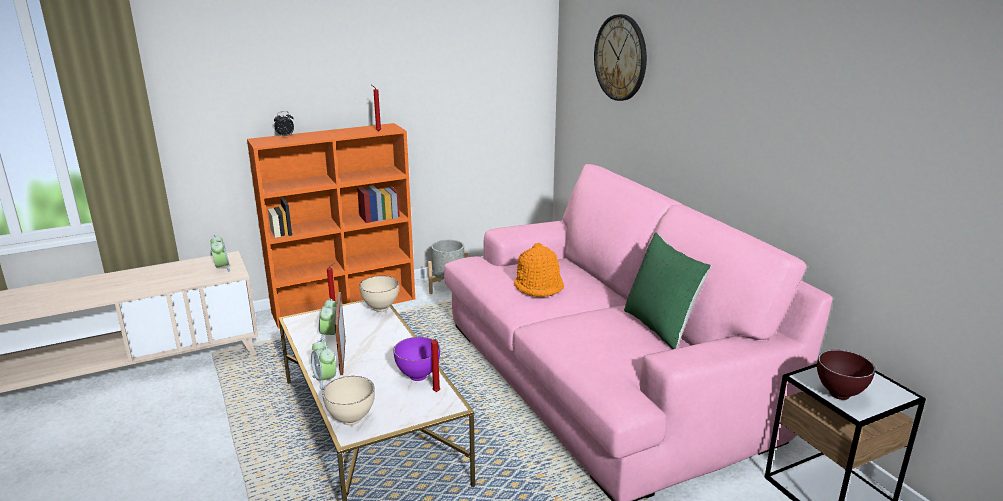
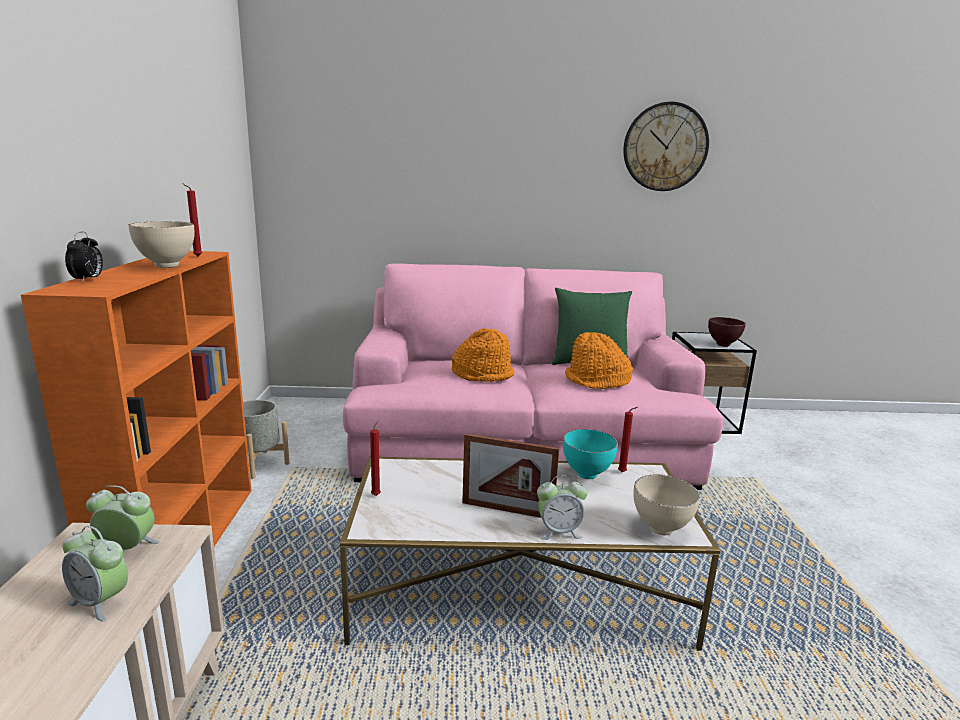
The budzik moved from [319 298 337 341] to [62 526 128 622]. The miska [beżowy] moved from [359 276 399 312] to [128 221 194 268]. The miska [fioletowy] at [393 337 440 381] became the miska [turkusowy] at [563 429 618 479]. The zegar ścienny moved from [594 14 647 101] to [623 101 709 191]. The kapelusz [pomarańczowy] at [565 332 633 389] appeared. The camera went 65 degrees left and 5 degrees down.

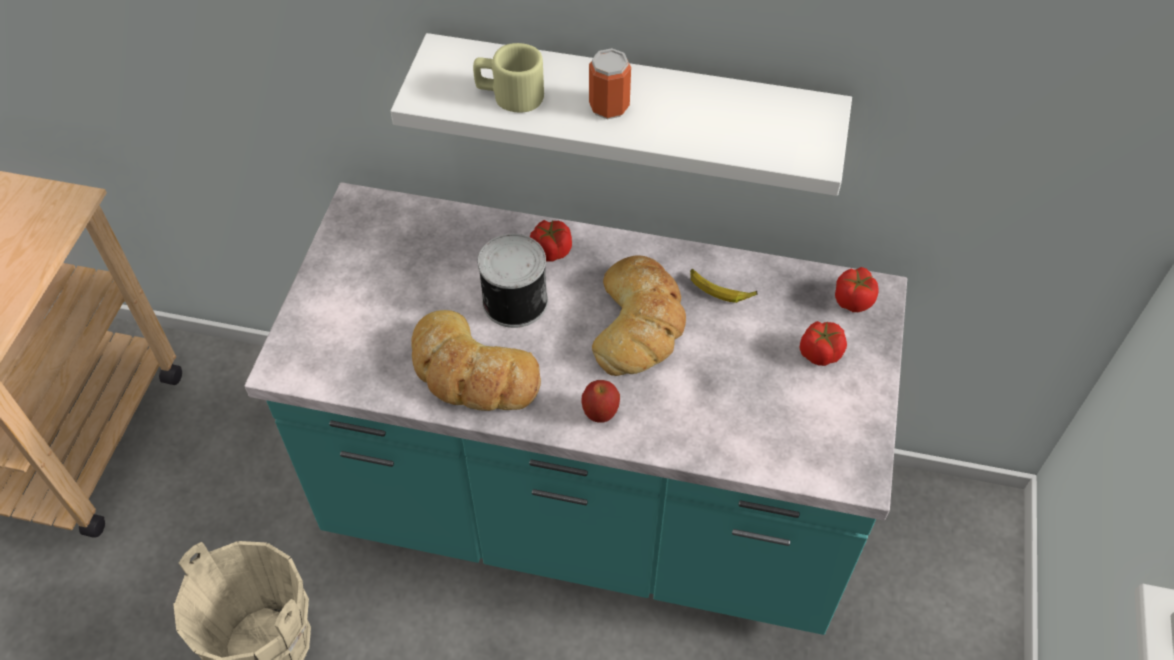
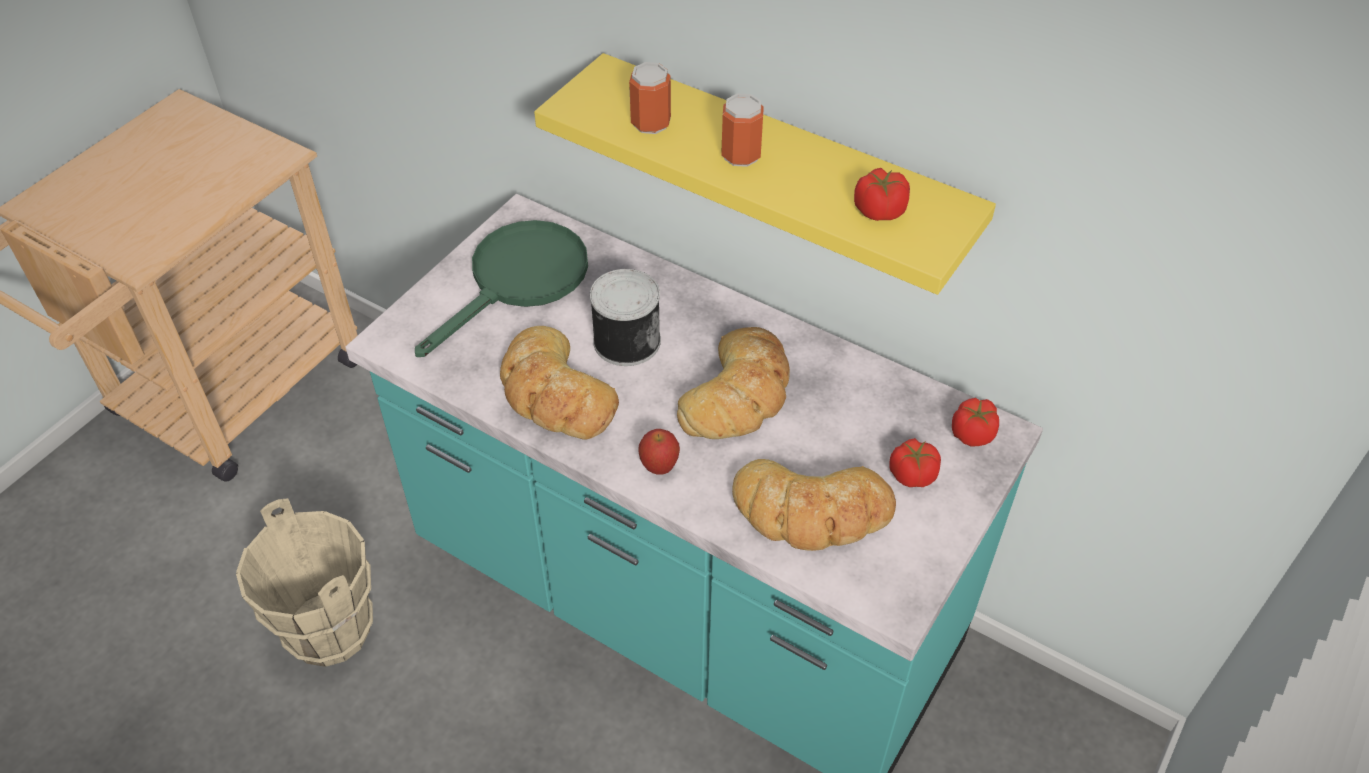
The półka [biały] at [391 33 852 196] became the półka [żółty] at [534 53 996 295]. The kubek [beżowy] at [473 43 544 113] was replaced by the puszka at [629 62 671 134]. The pomidor moved from [530 220 572 262] to [854 168 910 221]. The banan at [690 269 757 303] disappeared. The patelnia [zielony] at [415 220 588 357] appeared. The chleb at [732 459 896 551] appeared. The camera went 20 degrees right and 5 degrees down.

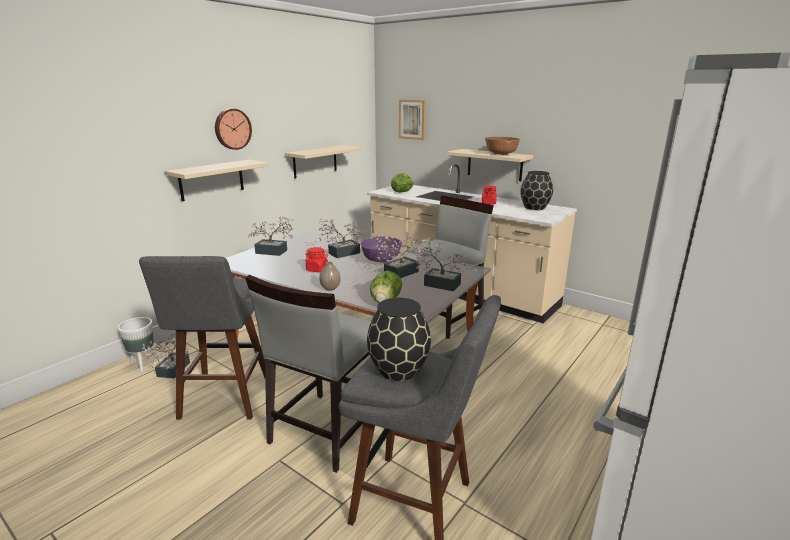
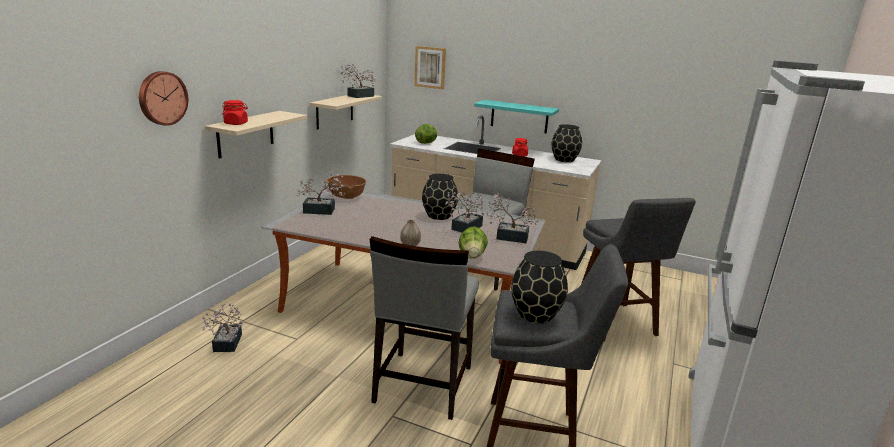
The donica [biały] at [117 317 159 372] disappeared. The stołek [szary] moved from [139 256 265 420] to [581 198 696 341]. The zegar ścienny moved from [215 109 252 150] to [139 71 188 126]. The słoik [czerwony] moved from [305 247 328 272] to [223 100 248 125]. The roślina doniczkowa moved from [319 218 363 258] to [340 64 375 98]. The miska [fioletowy] at [361 236 402 263] was replaced by the wazon [czarny] at [422 174 458 220]. The półka [beżowy] at [447 149 534 181] became the półka [turkusowy] at [474 100 559 133]. The miska [brązowy] moved from [485 137 520 155] to [327 175 366 199]. The camera went 15 degrees left and 0 degrees up.

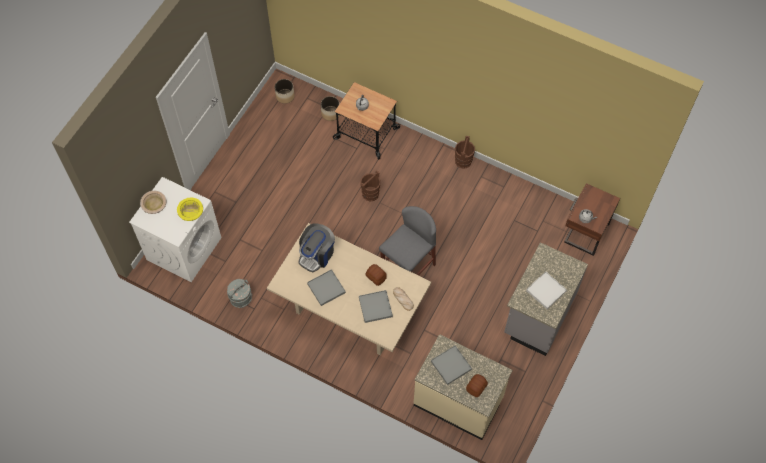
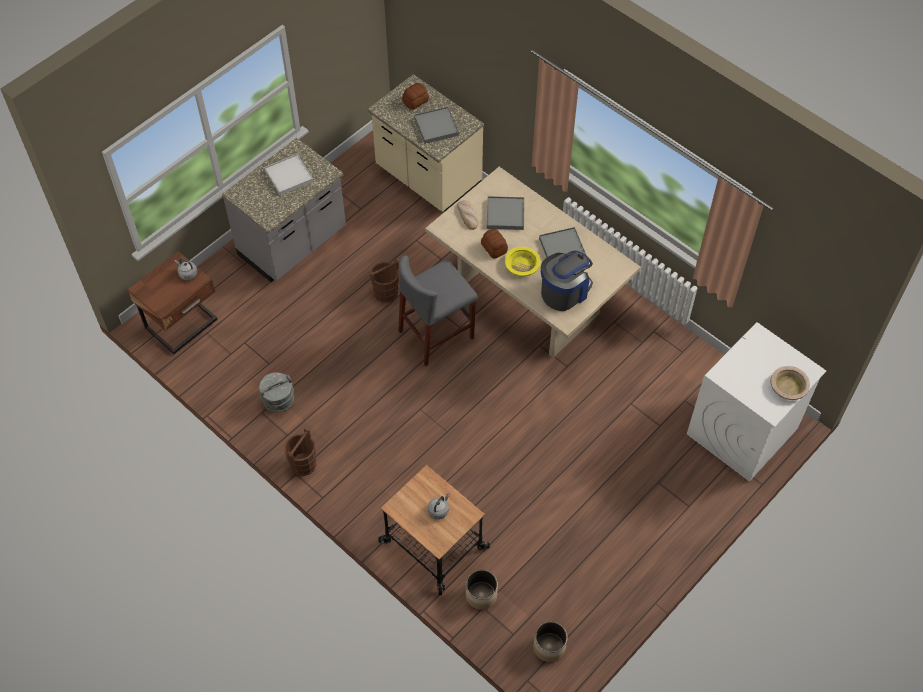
The miska [żółty] moved from [177 197 203 221] to [505 247 541 277]. The wiadro [szary] moved from [227 279 252 308] to [259 372 294 412]. The wiadro [brązowy] moved from [360 170 381 201] to [369 259 399 303]. The camera went 165 degrees left and 5 degrees down.

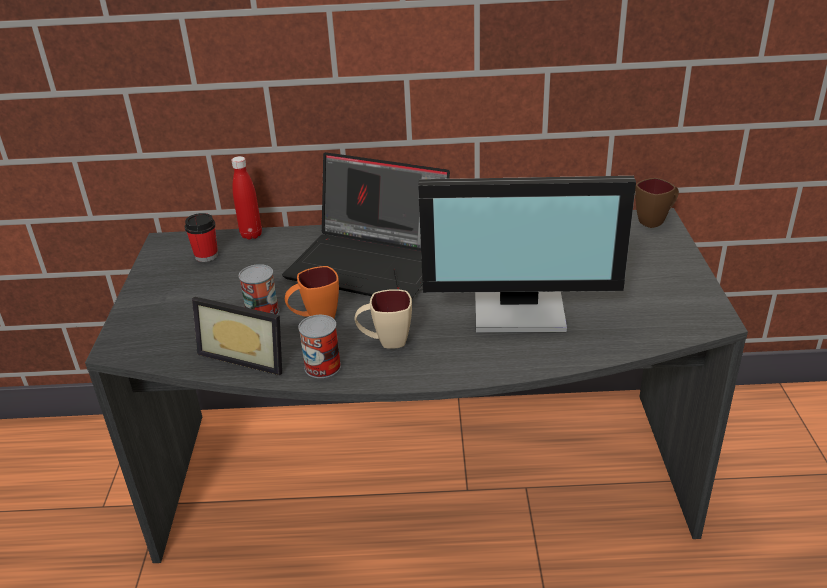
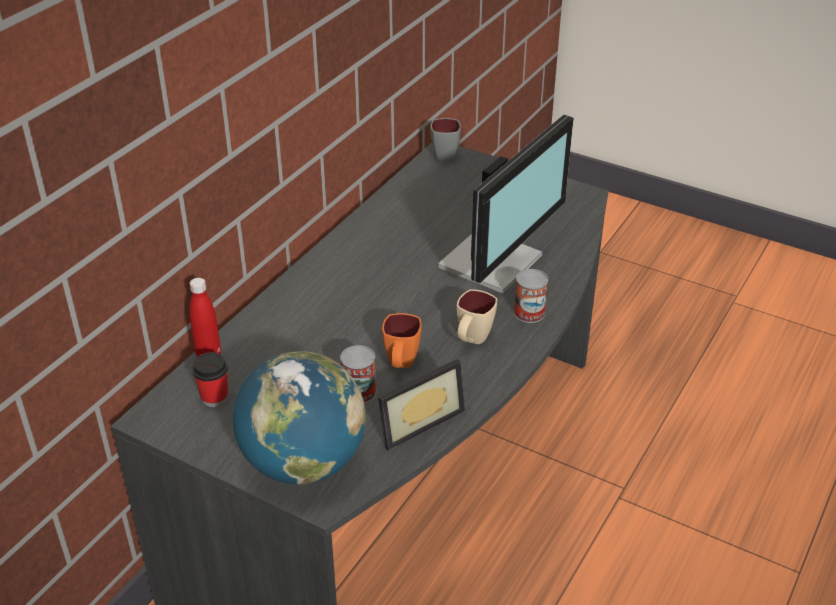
The laptop at [282 152 450 298] disappeared. The puszka moved from [298 315 341 378] to [514 269 548 323]. The kubek [brązowy] at [635 178 679 228] became the kubek [szary] at [430 118 461 162]. The globus at [233 351 366 485] appeared. The camera went 60 degrees left and 5 degrees up.

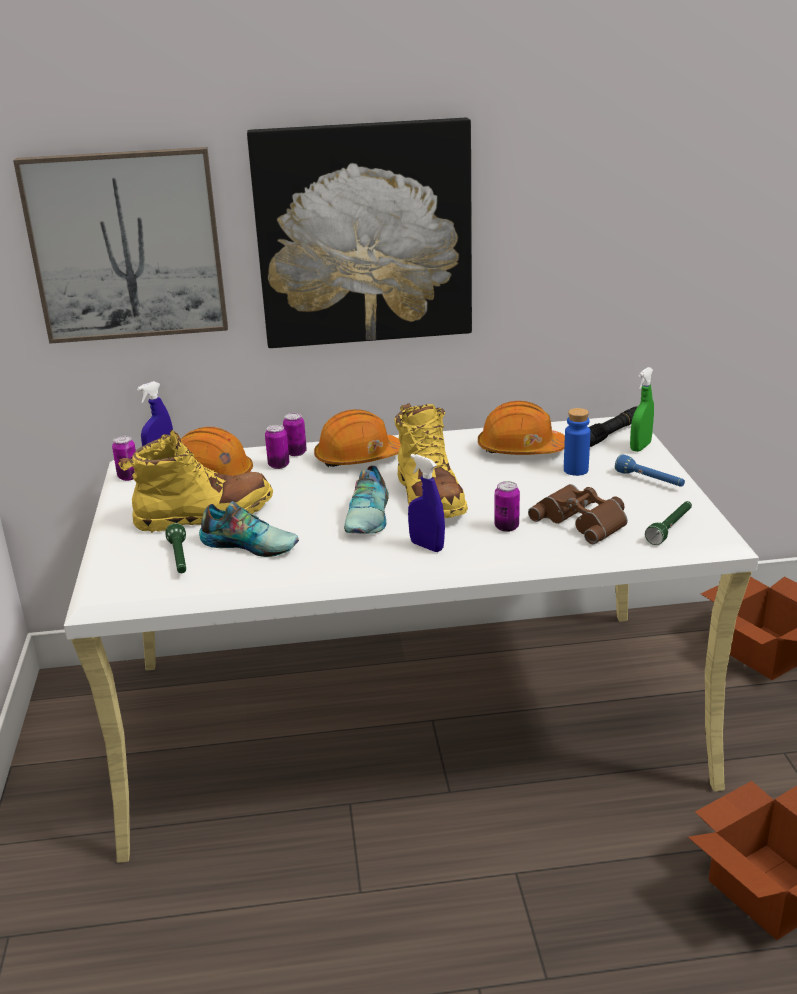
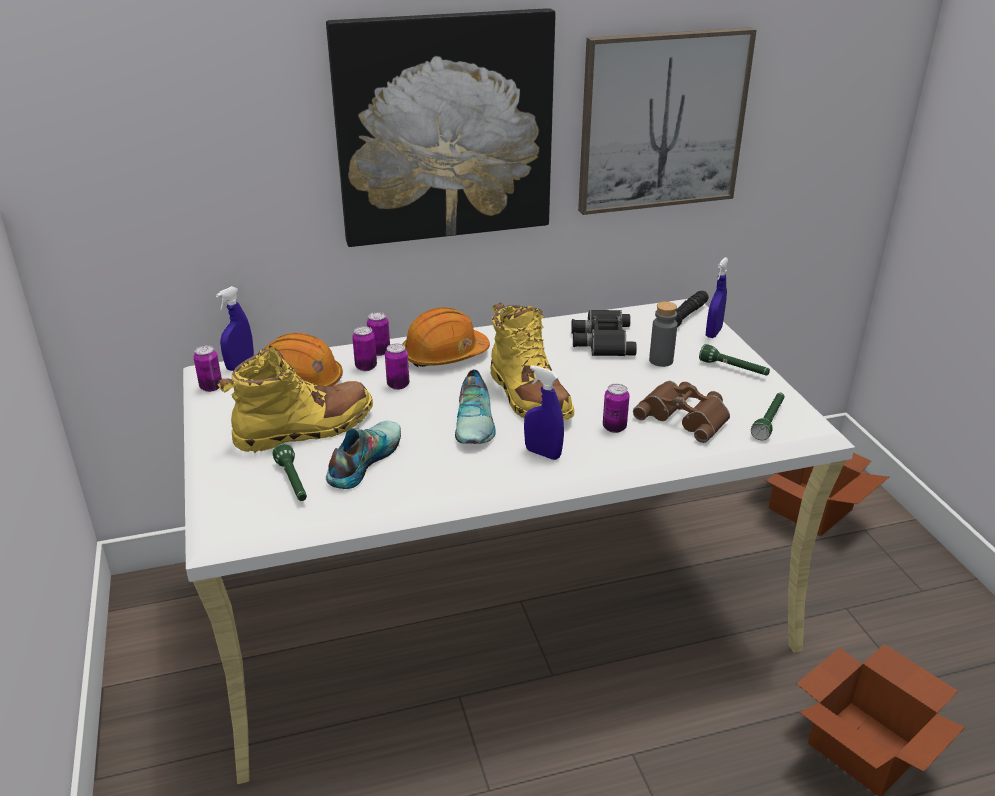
The obraz moved from [13 147 228 344] to [578 27 757 215]. The but at [199 501 299 557] turned 75 degrees counterclockwise. The kask [pomarańczowy] at [478 401 565 455] was replaced by the lornetka [czarny] at [571 310 637 356]. The butelka [niebieski] at [564 408 590 476] became the butelka [szary] at [649 301 677 367]. The latarka [niebieski] at [615 454 685 487] became the latarka [zielony] at [699 344 770 375]. The spryskiwacz [zielony] at [630 367 654 452] became the spryskiwacz [niebieski] at [706 257 729 338]. The puszka at [385 343 409 390] appeared. The camera went 10 degrees left and 5 degrees up.

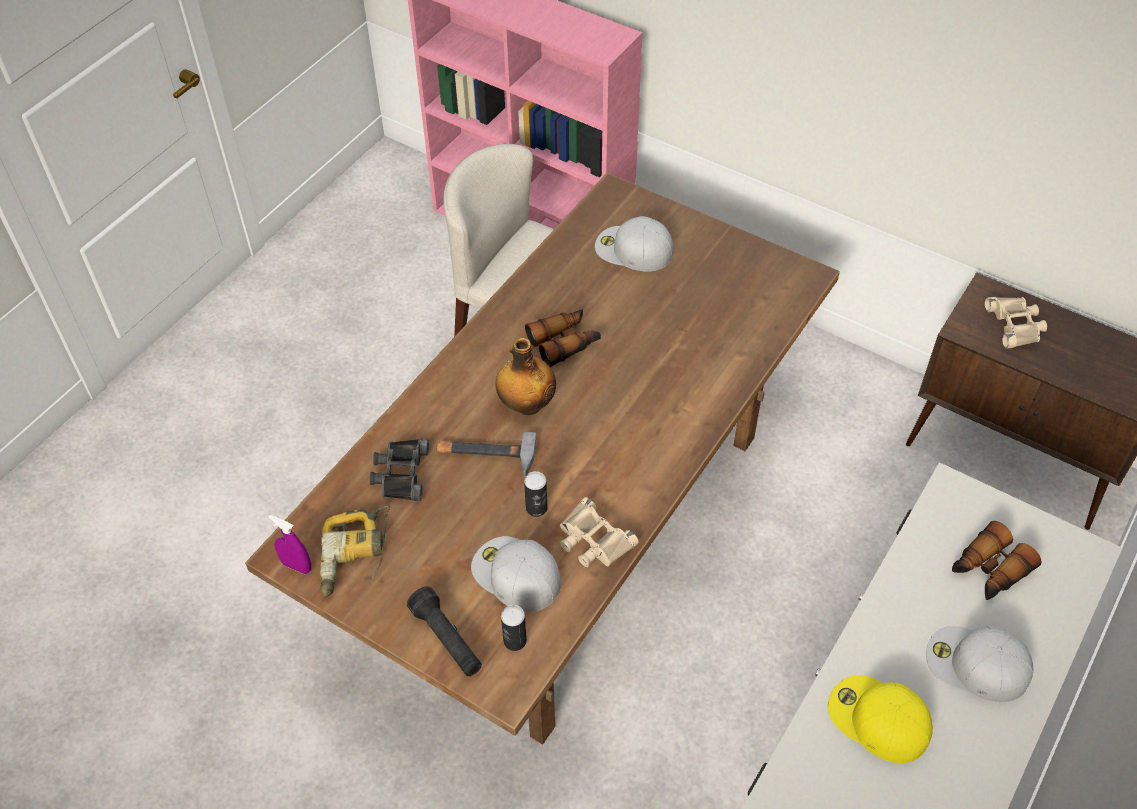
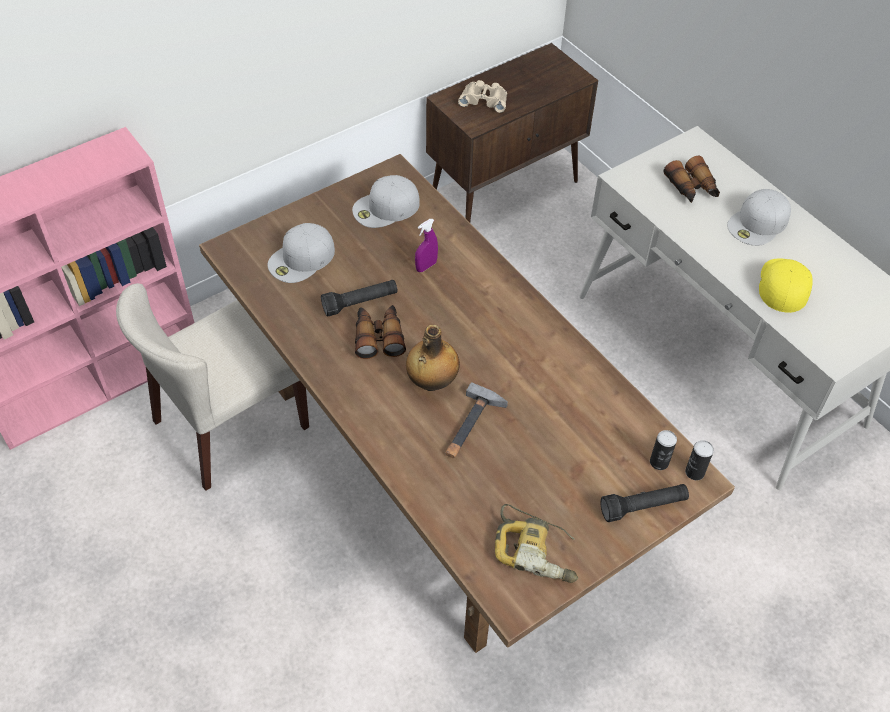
The spryskiwacz [fioletowy] moved from [268 515 312 574] to [415 219 438 272]. The lornetka [czarny] at [370 439 429 501] disappeared. The czapka z daszkiem [biały] moved from [471 536 561 612] to [352 175 420 228]. The puszka moved from [524 471 547 517] to [685 440 714 480]. The lornetka [beżowy] at [560 497 639 567] disappeared. The czapka z daszkiem [żółty] at [828 675 933 763] turned 135 degrees clockwise. The latarka [czarny] at [321 280 398 317] appeared. The camera went 70 degrees left and 0 degrees up.

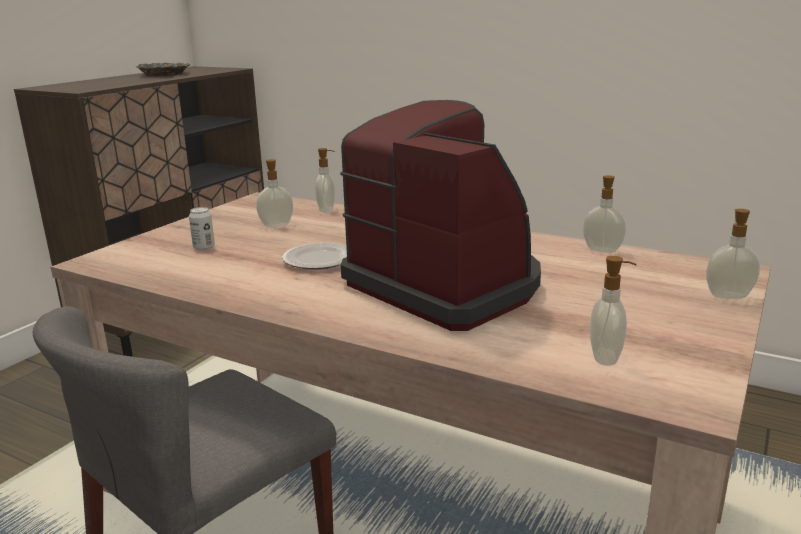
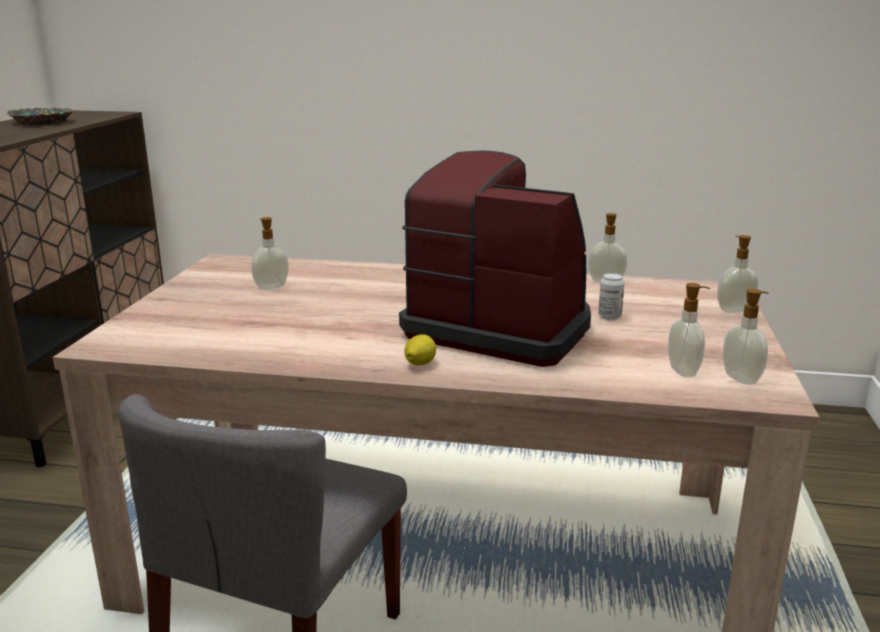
The puszka moved from [189 207 215 250] to [598 273 625 320]. The talerz at [282 242 347 270] disappeared. The dozownik mydła moved from [315 148 335 213] to [723 289 769 385]. The cytryna at [404 334 436 366] appeared. The camera went 20 degrees left and 0 degrees up.

